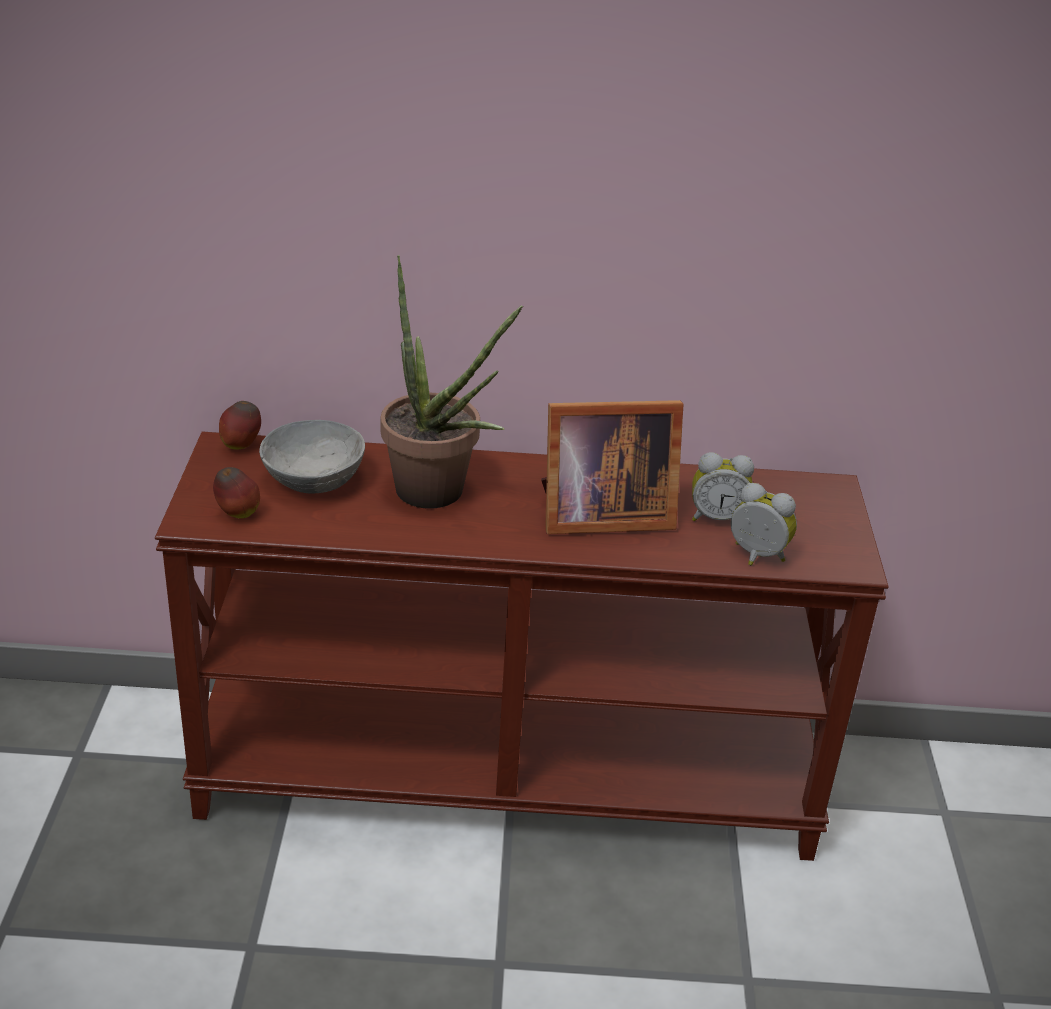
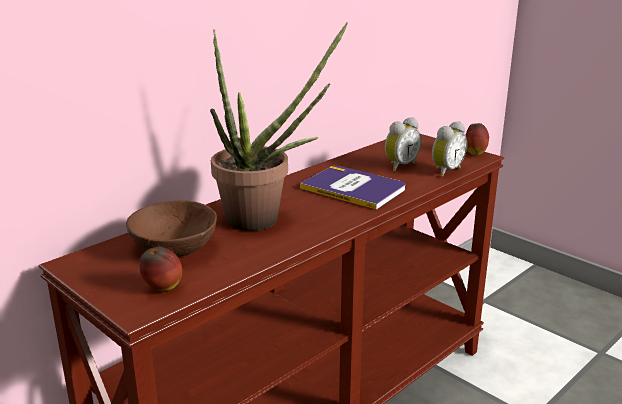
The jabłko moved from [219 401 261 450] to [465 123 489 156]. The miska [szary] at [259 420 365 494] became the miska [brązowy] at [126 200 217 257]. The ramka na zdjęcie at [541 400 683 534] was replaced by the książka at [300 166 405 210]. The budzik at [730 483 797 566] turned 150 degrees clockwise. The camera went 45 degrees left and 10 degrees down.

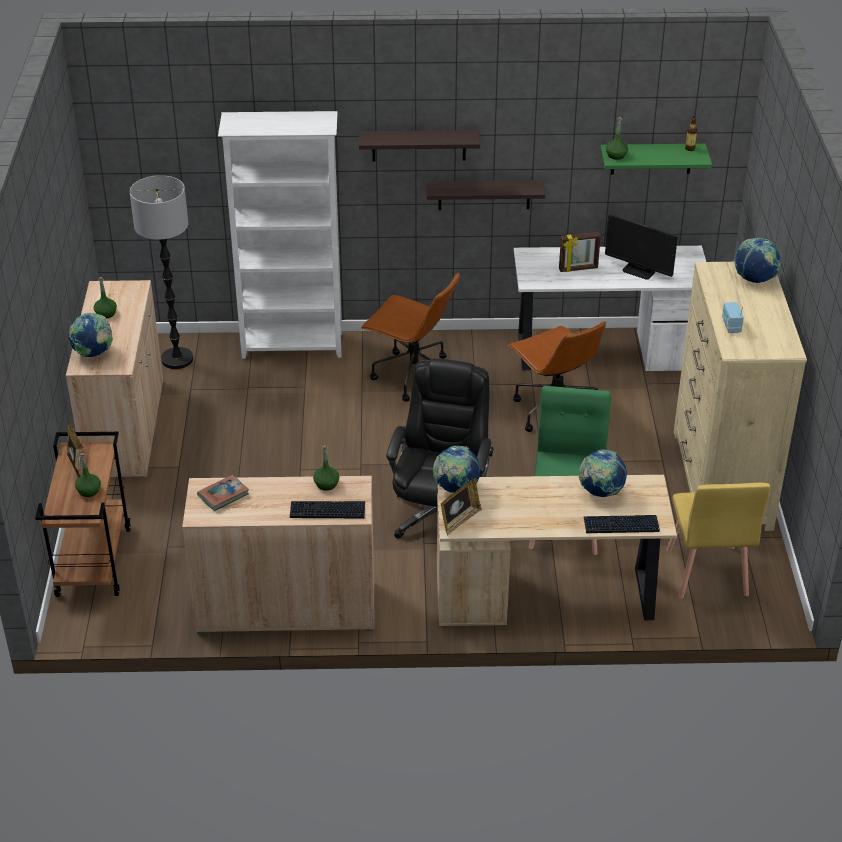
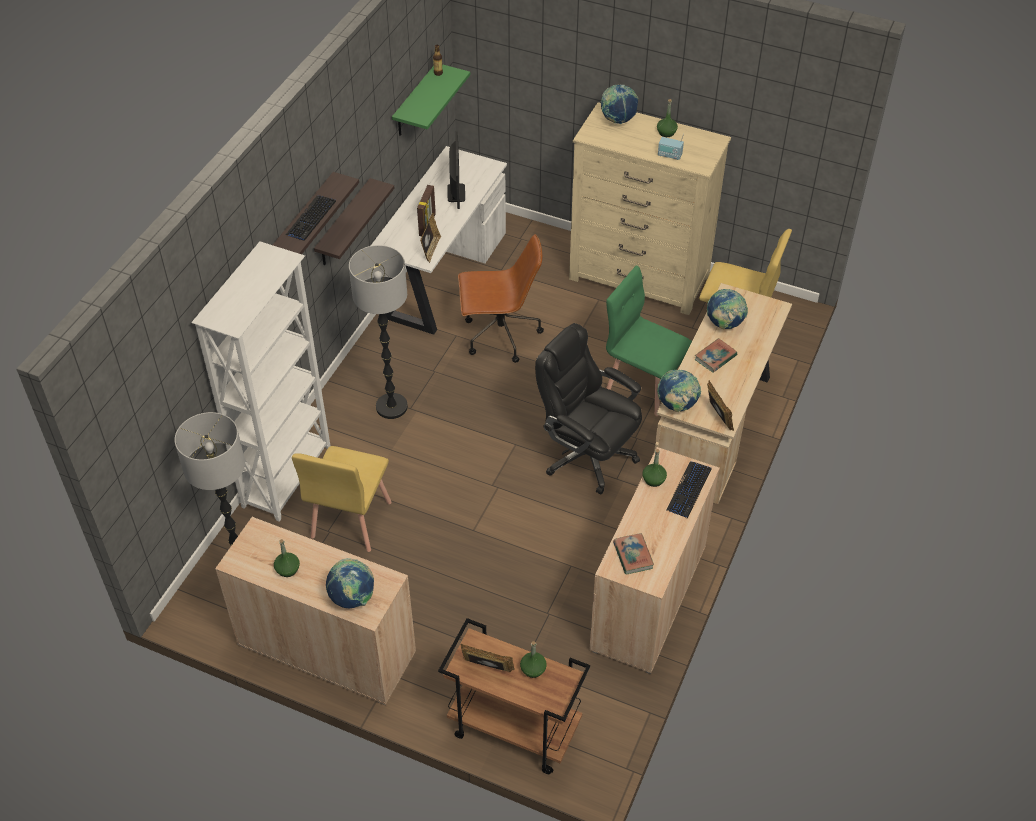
The krzesło biurowe [brązowy] at [361 273 460 402] was replaced by the lampa stojąca at [349 245 408 419]. The klawiatura moved from [583 515 660 533] to [286 196 336 241]. The monitor at [605 214 678 280] turned 60 degrees counterclockwise. The butelka [zielony] moved from [606 117 628 160] to [657 99 678 137]. The krzesło [żółty] at [292 446 392 552] appeared. The ramka na zdjęcie at [420 214 441 263] appeared. The książka at [695 338 737 373] appeared. The camera went 65 degrees left and 10 degrees up.

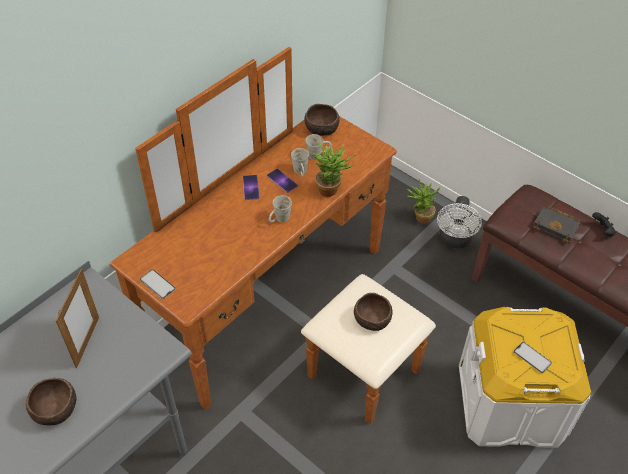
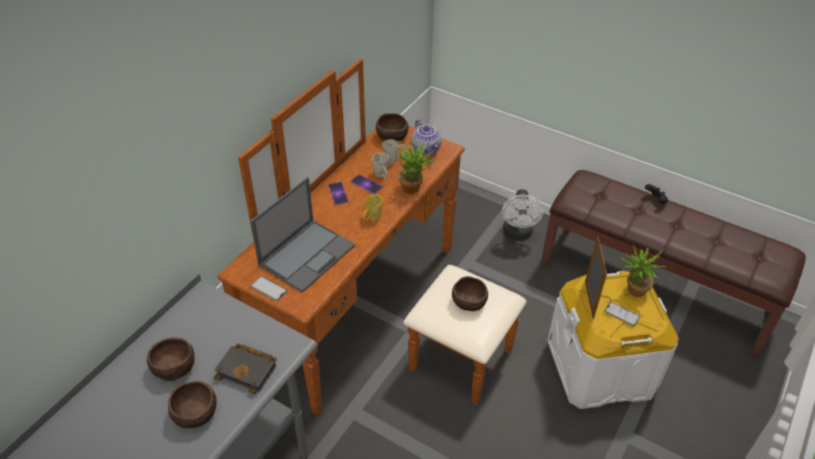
The ramka na zdjęcie moved from [56 268 99 368] to [585 236 607 320]. The kubek [biały] at [269 195 292 223] became the kubek [żółty] at [363 194 383 221]. The roślina doniczkowa moved from [407 180 441 224] to [621 244 665 297]. The książka [czarny] moved from [533 206 581 243] to [213 344 277 394]. The miska [brązowy] at [147 337 195 381] appeared. The laptop at [250 177 355 293] appeared. The imbryk at [411 120 441 155] appeared. The camera went 10 degrees left and 5 degrees down.

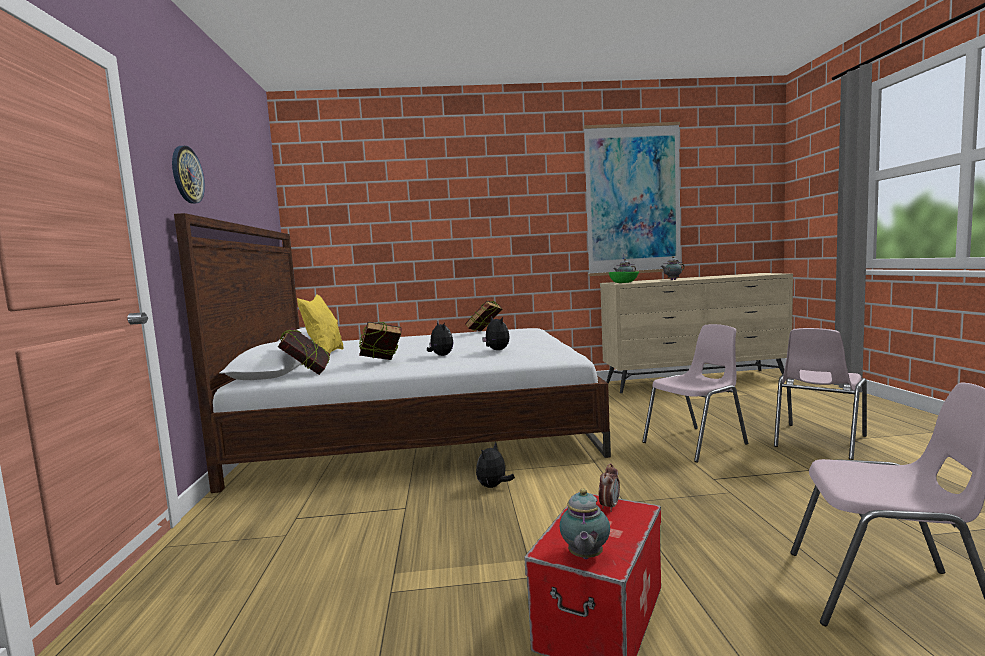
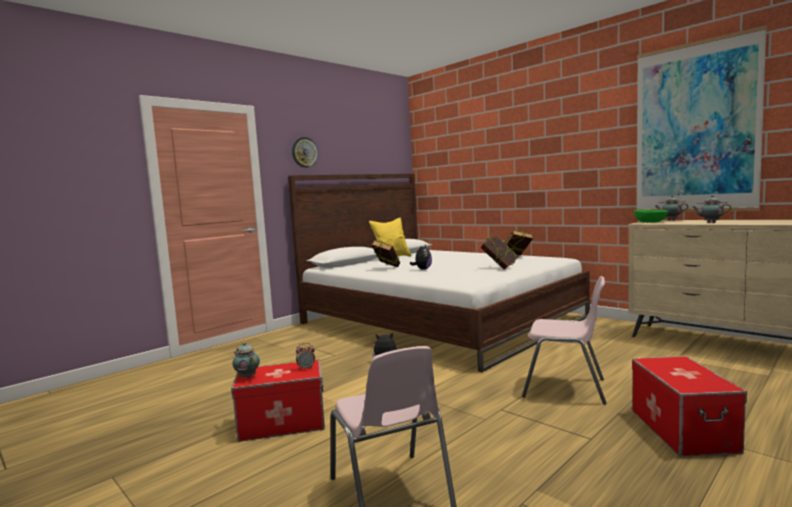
The książka moved from [278 327 330 375] to [481 235 519 270]. The pluszak at [482 316 510 350] disappeared. The imbryk at [560 489 610 559] turned 75 degrees clockwise. The krzesło [różowy] at [774 328 867 460] was replaced by the pojemnik do przechowywania at [632 356 747 457]. The camera went 50 degrees right and 0 degrees up.

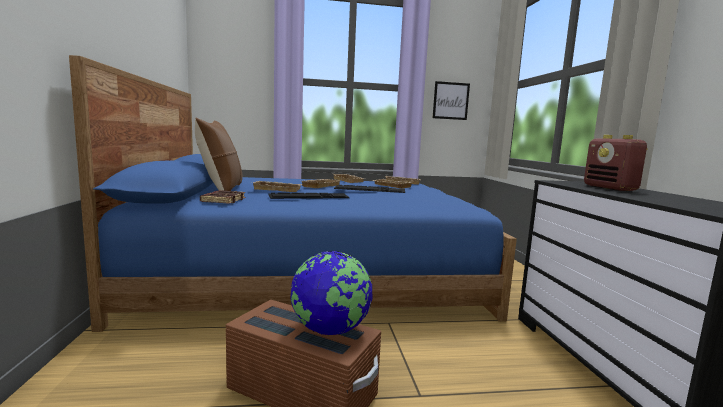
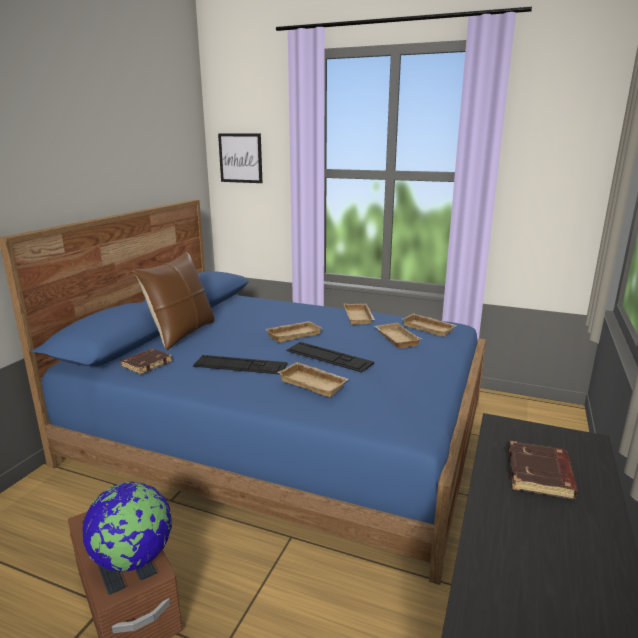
The taca [beżowy] moved from [251 181 303 192] to [277 362 349 397]. The obraz moved from [433 81 470 120] to [218 133 262 183]. The radio at [584 135 648 191] was replaced by the książka [brązowy] at [508 441 578 499]. The camera went 30 degrees right and 10 degrees up.

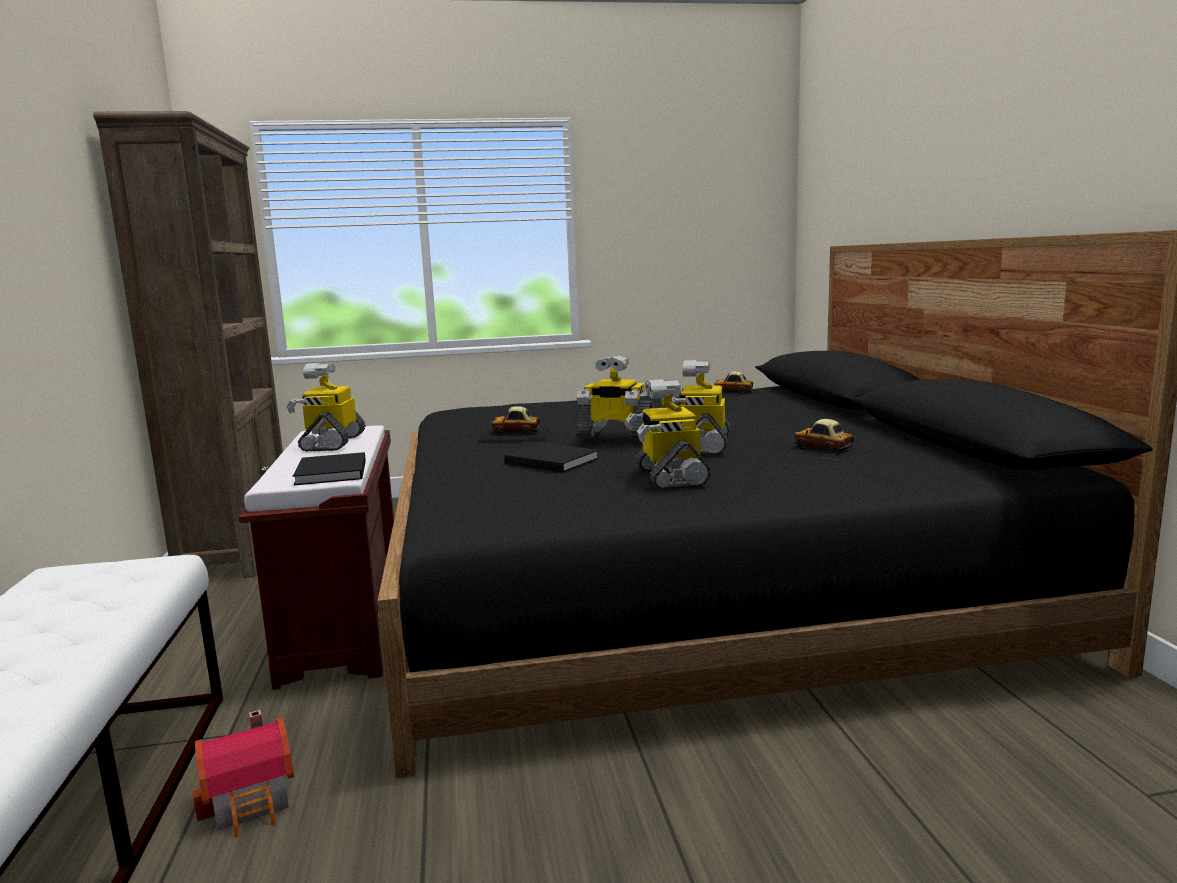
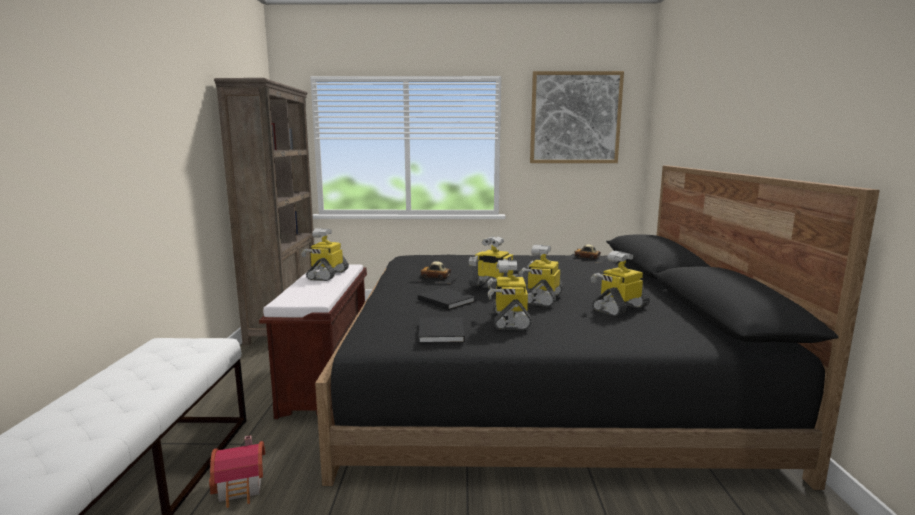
The książka [czarny] moved from [293 452 366 485] to [418 317 465 343]. The samochodzik at [774 419 872 460] was replaced by the robot zabawkowy at [591 251 650 316]. The obraz at [530 71 624 163] appeared. The camera went 10 degrees right and 0 degrees up.

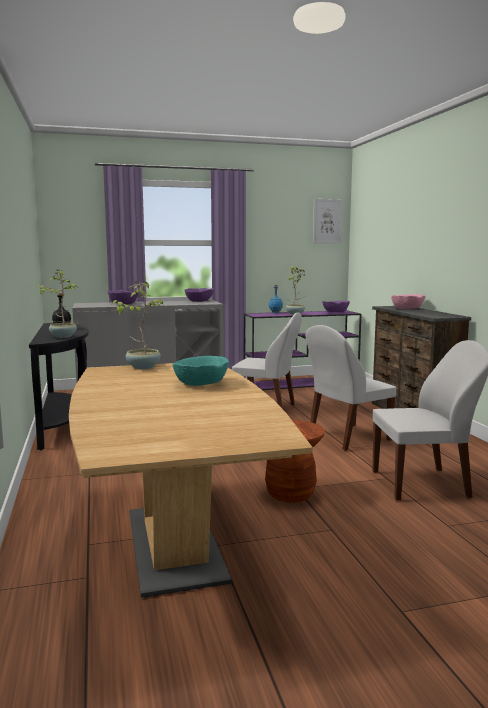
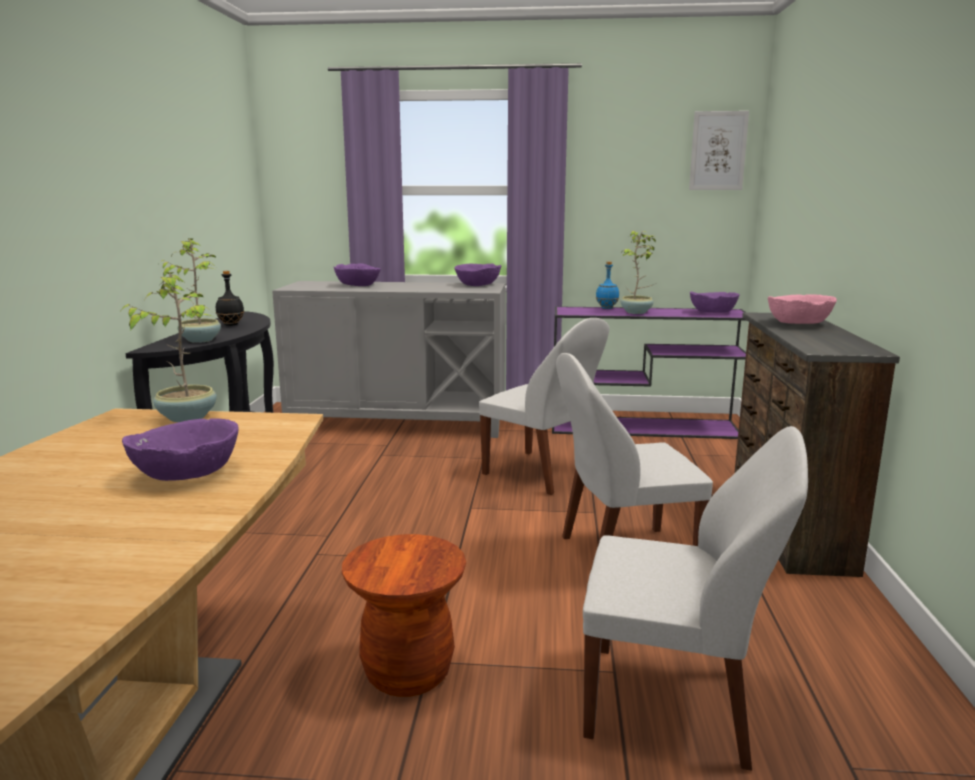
The miska [turkusowy] at [173 356 229 386] became the miska [fioletowy] at [122 418 239 481]. The camera went 20 degrees right and 5 degrees up.

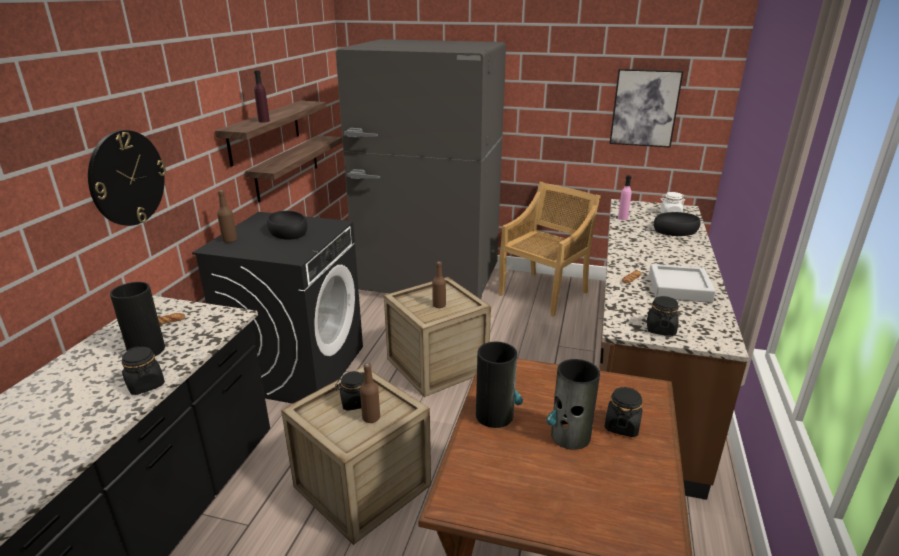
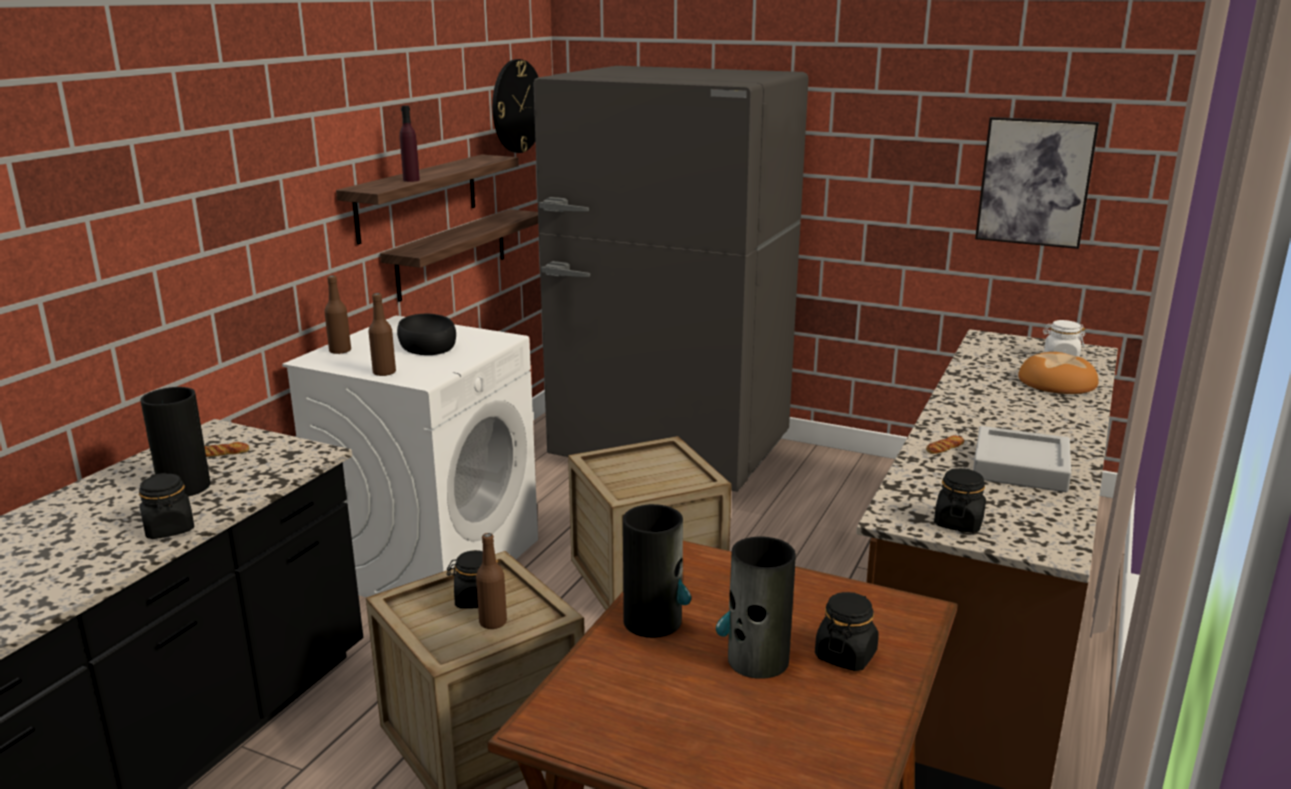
The zegar ścienny moved from [88 130 166 226] to [492 59 538 153]. The pralka [czarny] at [192 212 363 404] became the pralka [biały] at [282 316 538 597]. The butelka [brązowy] moved from [432 261 446 308] to [368 293 396 376]. The krzesło [beżowy] at [498 182 601 317] disappeared. The butelka [różowy] at [618 175 632 220] disappeared. The miska [czarny] at [654 212 701 236] was replaced by the chleb at [1018 352 1098 394]. The camera went 10 degrees right and 5 degrees down.

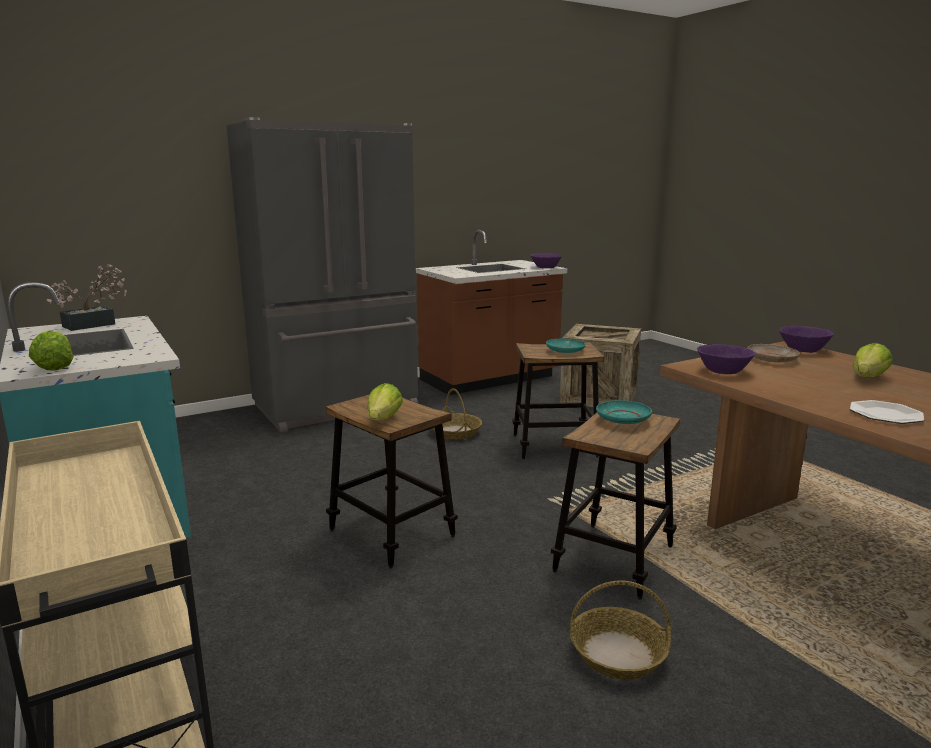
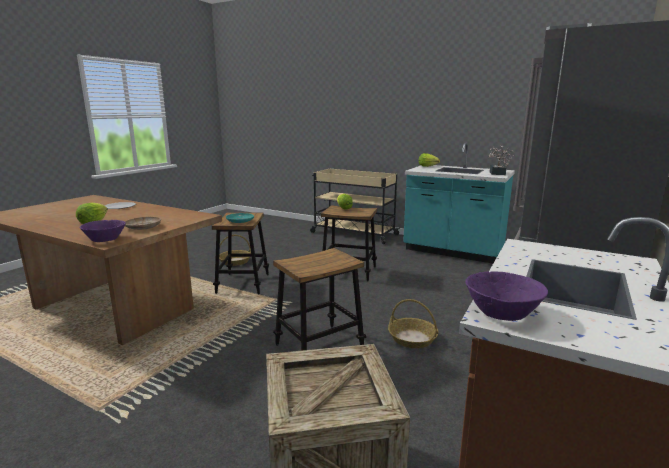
The talerz [turkusowy] at [546 339 586 353] disappeared. The miska [fioletowy] at [697 344 756 374] disappeared. The camera went 150 degrees right and 0 degrees up.

